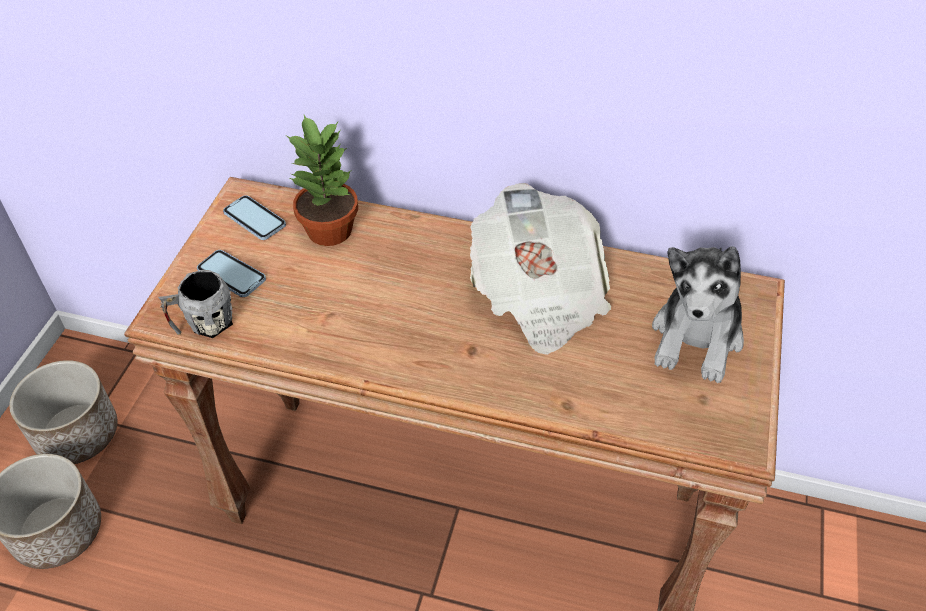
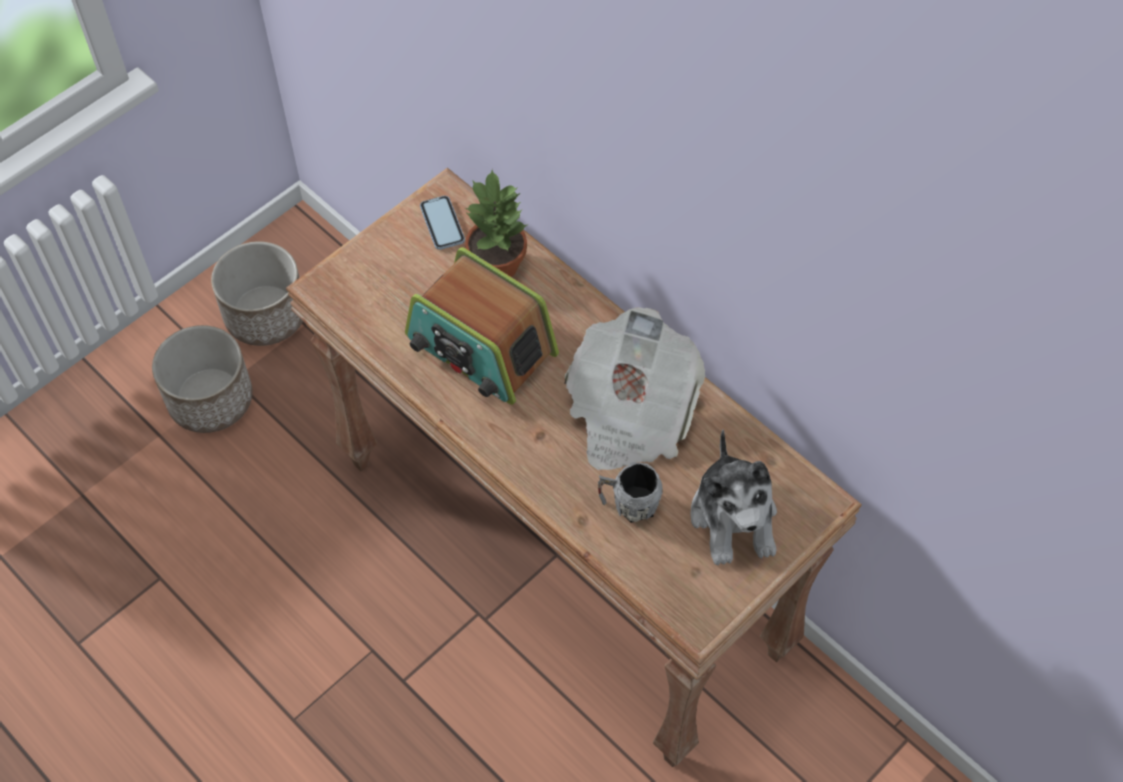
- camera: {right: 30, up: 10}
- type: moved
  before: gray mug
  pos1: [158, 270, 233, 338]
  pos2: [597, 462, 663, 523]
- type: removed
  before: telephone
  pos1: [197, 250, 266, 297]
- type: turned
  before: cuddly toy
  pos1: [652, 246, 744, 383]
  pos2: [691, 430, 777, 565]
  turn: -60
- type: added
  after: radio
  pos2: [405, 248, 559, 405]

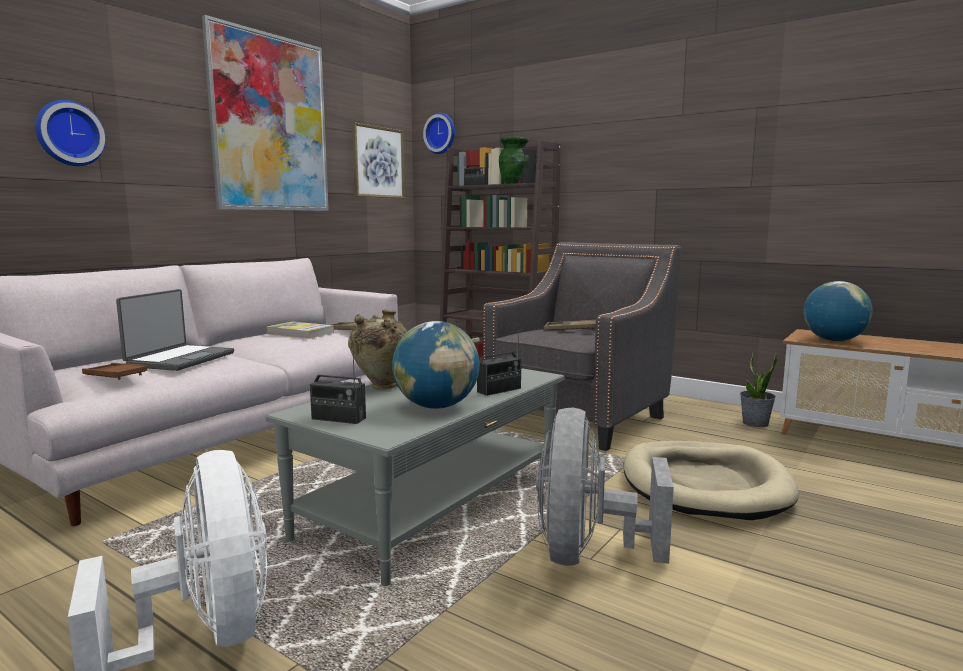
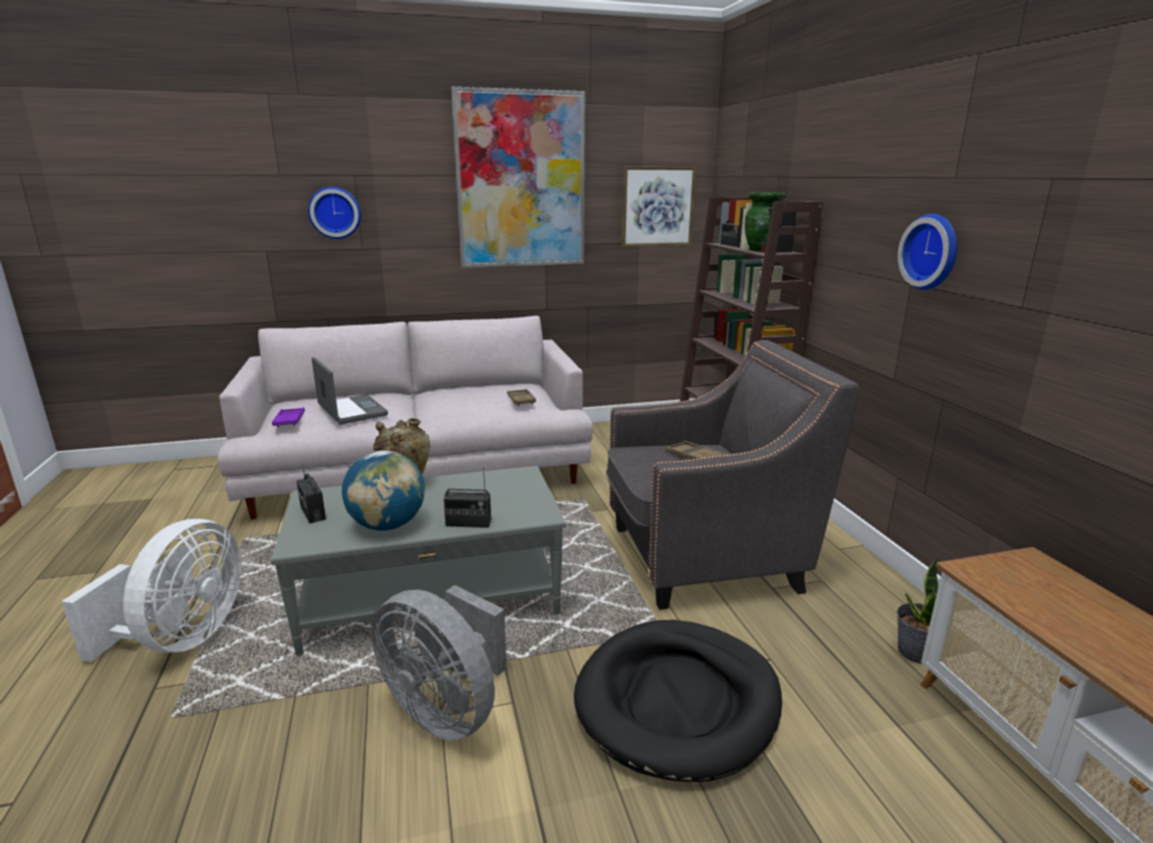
- camera: {right: 40, up: 10}
- type: recoloured
  before: brownish tray
  after: purple tray
  pos1: [82, 363, 147, 380]
  pos2: [272, 407, 305, 427]
- type: turned
  before: laptop
  pos1: [116, 289, 234, 371]
  pos2: [312, 357, 388, 425]
  turn: -90
- type: removed
  before: volume
  pos1: [267, 321, 334, 339]
- type: moved
  before: hanging clock
  pos1: [423, 113, 455, 154]
  pos2: [898, 214, 957, 290]
- type: turned
  before: gray fan
  pos1: [536, 408, 674, 566]
  pos2: [371, 585, 507, 741]
  turn: -105
- type: recoloured
  before: beige-coloured dog cushion
  after: blackish dog cushion
  pos1: [624, 441, 799, 520]
  pos2: [574, 620, 782, 782]
- type: removed
  before: desk globe
  pos1: [803, 281, 873, 341]

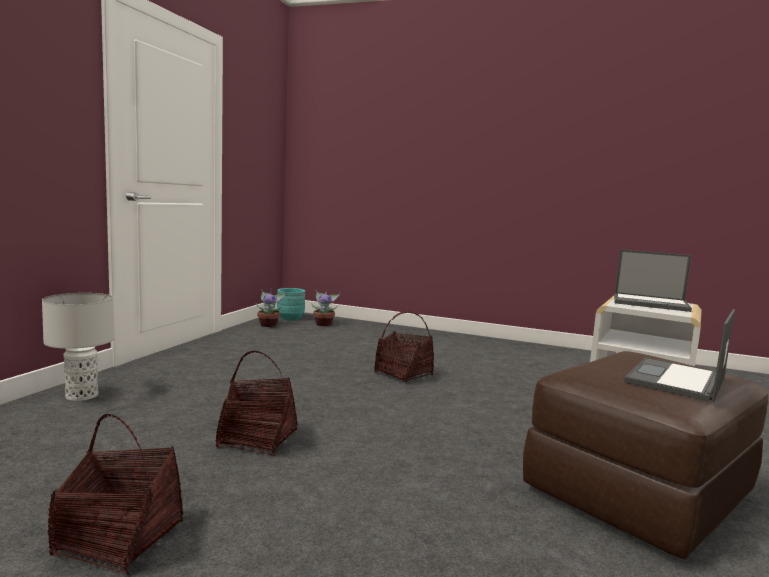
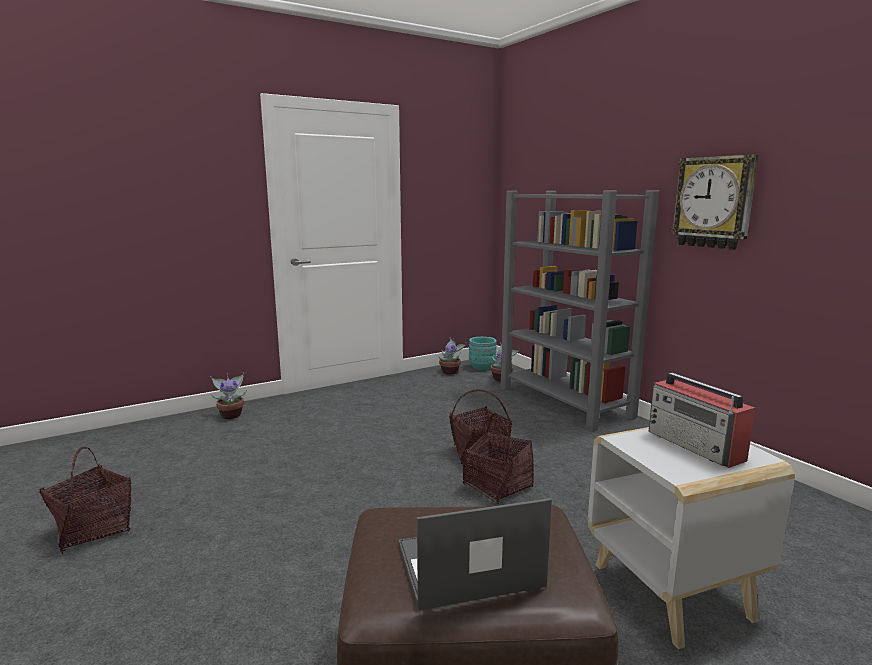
- camera: {right: 40, up: 5}
- type: replaced
  before: whitish tabletop lamp
  after: plant in a pot
  pos1: [42, 293, 115, 401]
  pos2: [210, 372, 247, 419]
- type: moved
  before: household basket
  pos1: [215, 351, 297, 456]
  pos2: [463, 413, 534, 504]
- type: replaced
  before: laptop
  after: radio
  pos1: [614, 249, 692, 312]
  pos2: [648, 373, 755, 468]
- type: added
  after: gray shelving unit
  pos2: [501, 190, 659, 432]
- type: added
  after: hanging clock
  pos2: [671, 154, 759, 250]

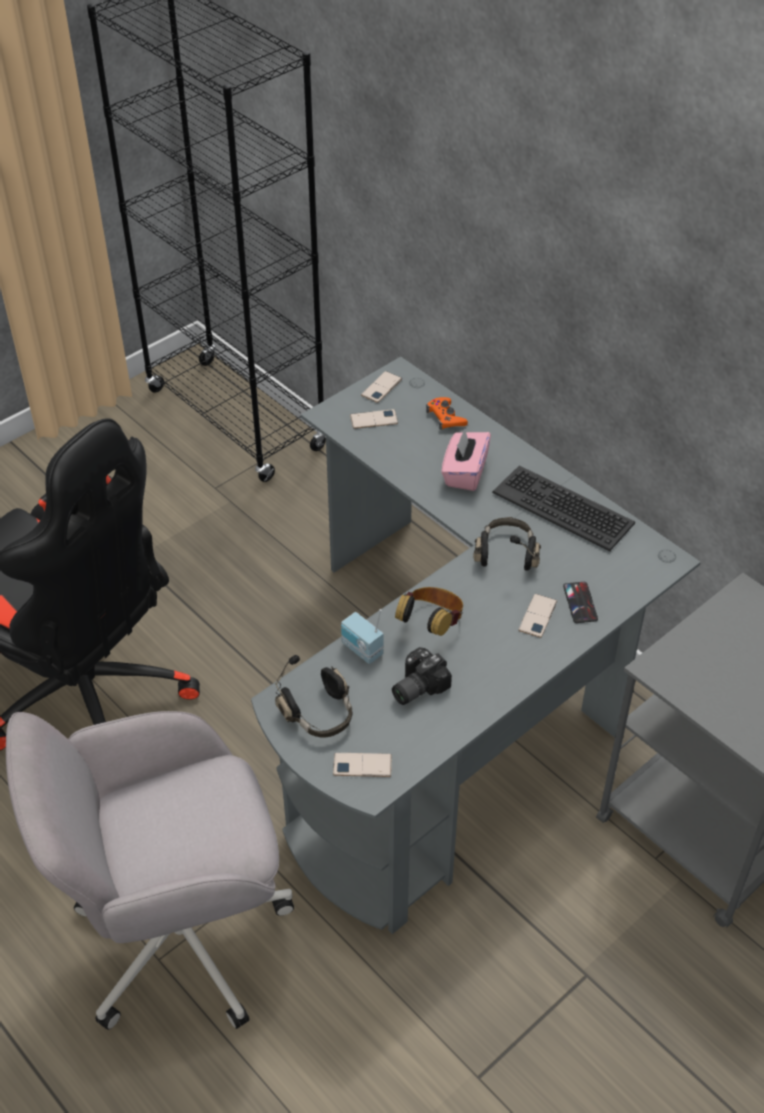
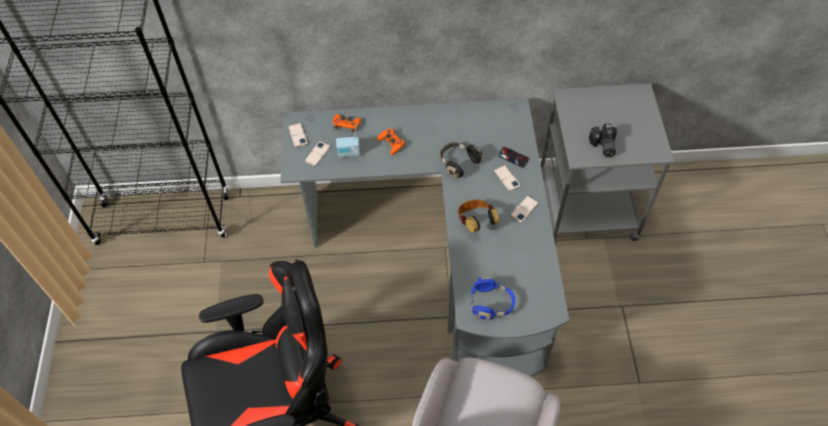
- camera: {right: -50, up: 10}
- type: recoloured
  before: blackish headphones
  after: blue headphones
  pos1: [275, 655, 352, 738]
  pos2: [471, 277, 515, 320]
- type: moved
  before: telephone
  pos1: [333, 753, 392, 777]
  pos2: [510, 196, 539, 223]
- type: moved
  before: radio
  pos1: [341, 609, 384, 664]
  pos2: [336, 124, 360, 157]
- type: moved
  before: photo camera
  pos1: [392, 647, 452, 705]
  pos2: [589, 124, 617, 157]
- type: replaced
  before: pinkish tissue holder
  after: orangey gamepad
  pos1: [441, 428, 491, 491]
  pos2: [377, 128, 405, 155]
- type: removed
  before: PC keyboard
  pos1: [492, 465, 635, 552]

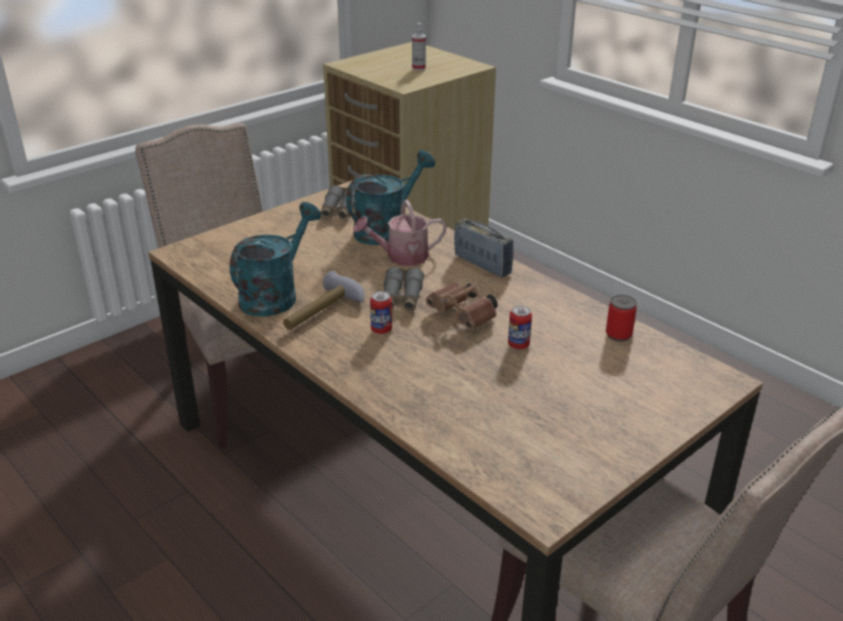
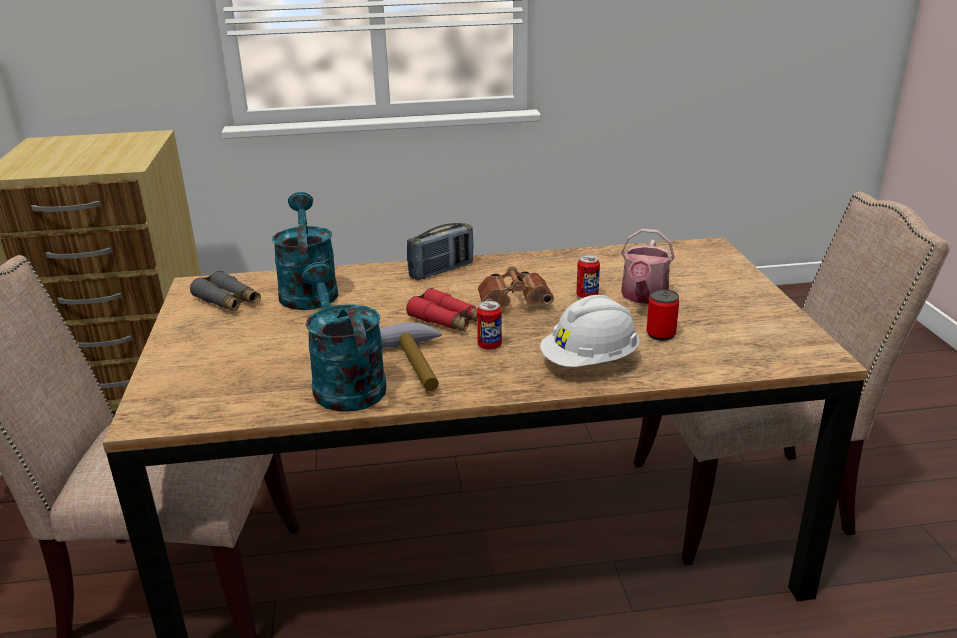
- camera: {right: -55, up: -5}
- type: moved
  before: sprinkling can
  pos1: [354, 200, 447, 266]
  pos2: [621, 229, 675, 304]
- type: recoloured
  before: gray binoculars
  after: red binoculars
  pos1: [384, 267, 424, 312]
  pos2: [406, 288, 477, 331]
- type: removed
  before: spray bottle
  pos1: [412, 23, 426, 70]
- type: turned
  before: radio
  pos1: [454, 218, 513, 278]
  pos2: [407, 223, 474, 280]
  turn: 150
- type: moved
  before: can
  pos1: [606, 295, 637, 342]
  pos2: [646, 289, 679, 341]
- type: added
  after: whitish work helmet
  pos2: [540, 295, 640, 367]

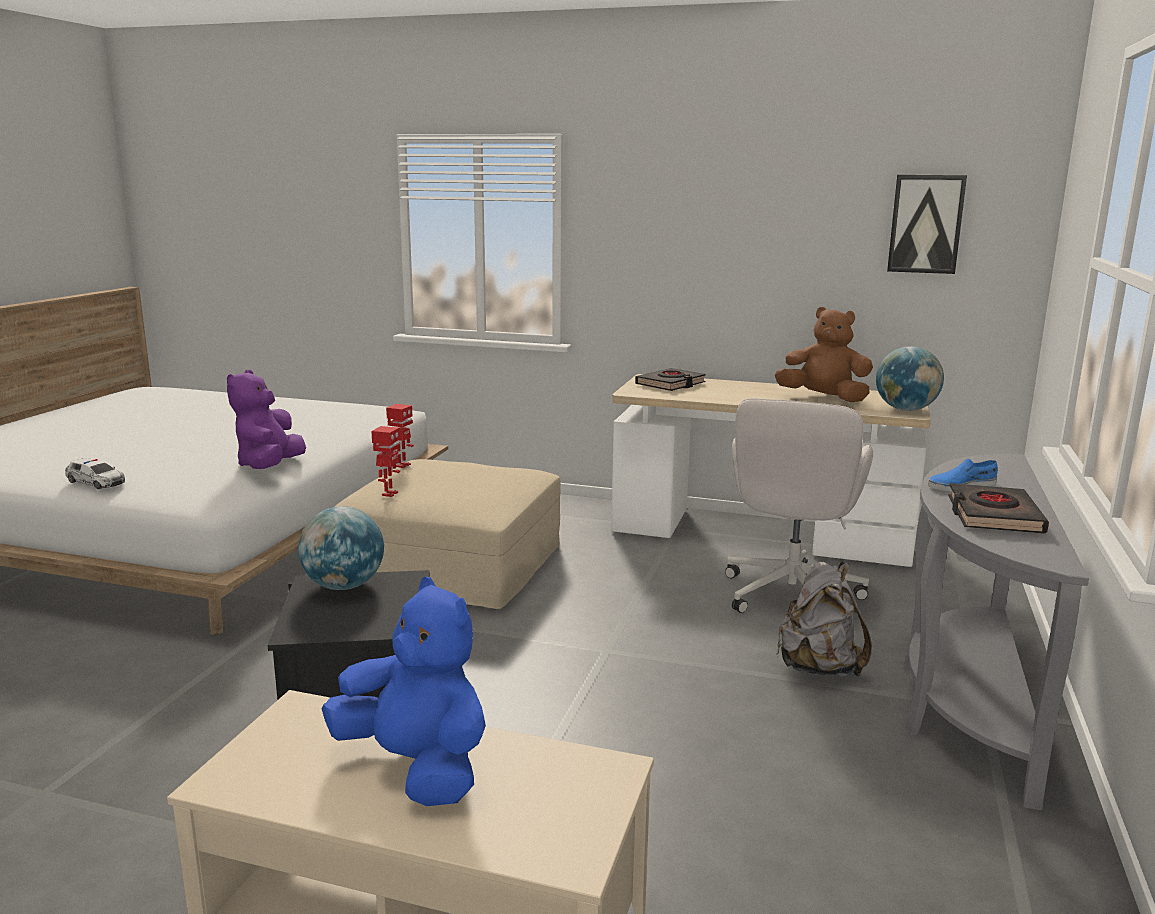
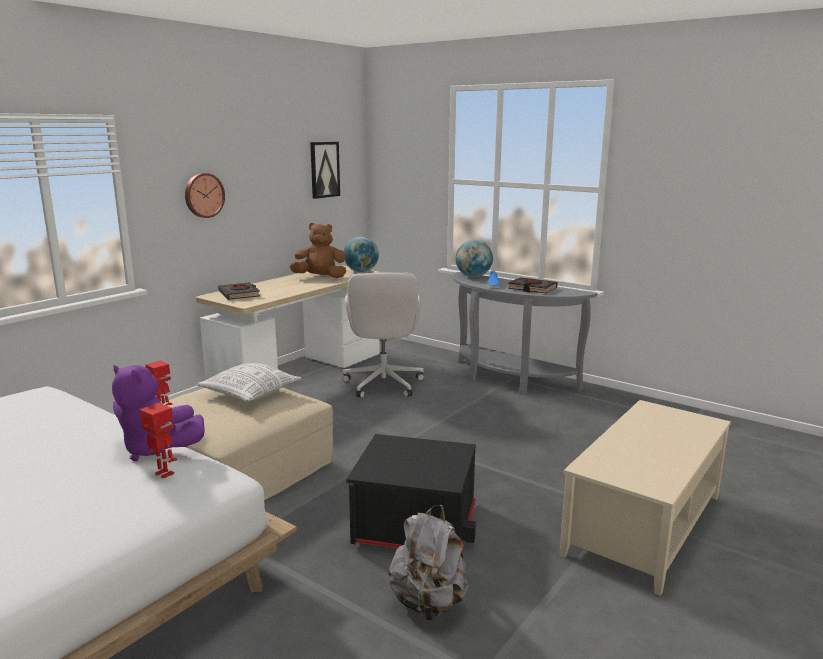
- camera: {right: -70, up: 0}
- type: removed
  before: model car
  pos1: [65, 458, 125, 489]
- type: moved
  before: desk globe
  pos1: [298, 506, 384, 590]
  pos2: [455, 240, 493, 277]
- type: removed
  before: blue cuddly toy
  pos1: [321, 577, 486, 806]
- type: moved
  before: toy robot
  pos1: [371, 426, 400, 497]
  pos2: [140, 403, 177, 478]
- type: turned
  before: whitish office chair
  pos1: [725, 398, 873, 613]
  pos2: [343, 272, 424, 398]
  turn: 45
- type: turned
  before: brownish cuddly toy
  pos1: [775, 307, 873, 402]
  pos2: [290, 223, 346, 278]
  turn: 45
- type: moved
  before: gray rucksack
  pos1: [776, 562, 872, 677]
  pos2: [388, 505, 468, 620]
- type: added
  after: hanging clock
  pos2: [185, 173, 225, 218]
- type: added
  after: pillow
  pos2: [196, 363, 301, 402]

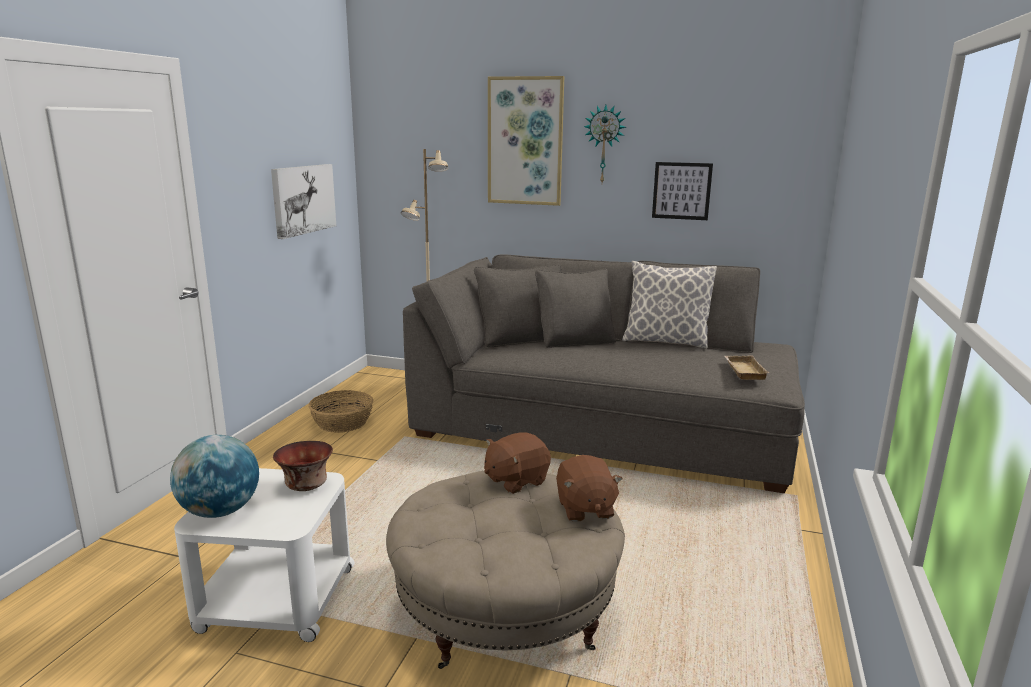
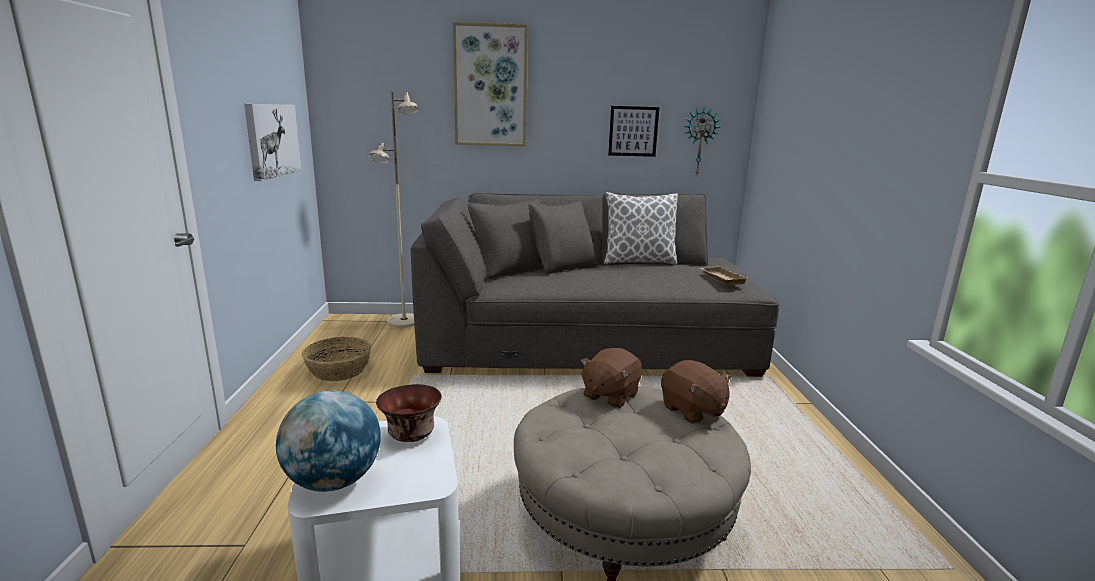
- camera: {right: -20, up: 0}
- type: moved
  before: hanging clock
  pos1: [584, 105, 626, 183]
  pos2: [684, 107, 720, 175]

